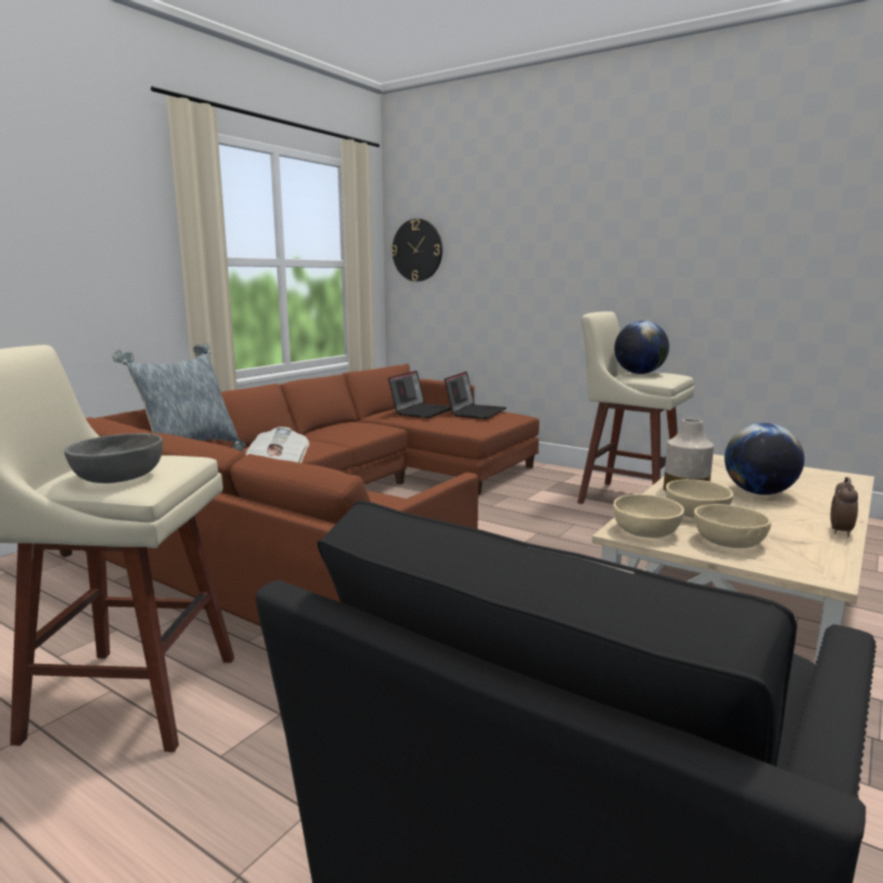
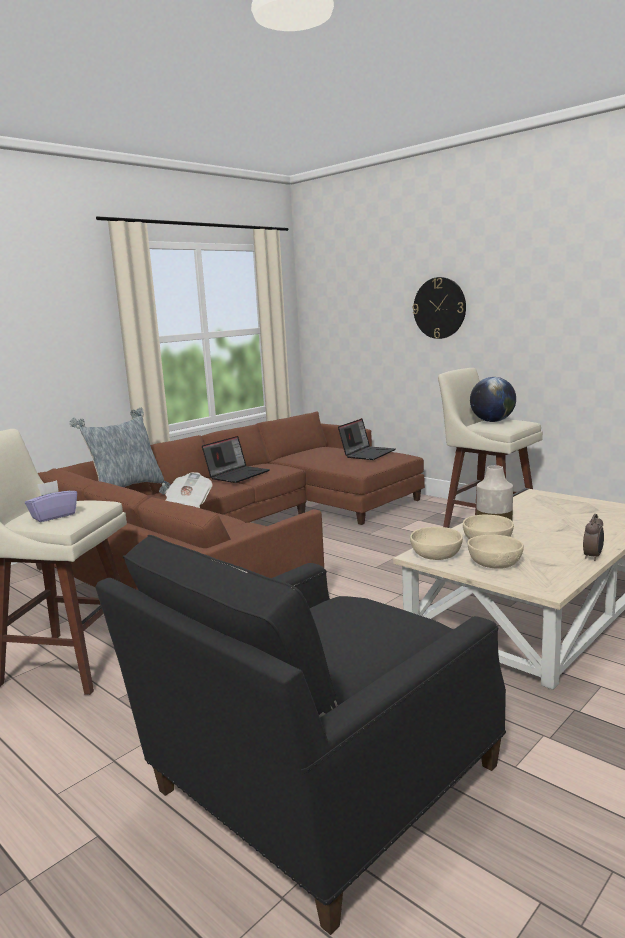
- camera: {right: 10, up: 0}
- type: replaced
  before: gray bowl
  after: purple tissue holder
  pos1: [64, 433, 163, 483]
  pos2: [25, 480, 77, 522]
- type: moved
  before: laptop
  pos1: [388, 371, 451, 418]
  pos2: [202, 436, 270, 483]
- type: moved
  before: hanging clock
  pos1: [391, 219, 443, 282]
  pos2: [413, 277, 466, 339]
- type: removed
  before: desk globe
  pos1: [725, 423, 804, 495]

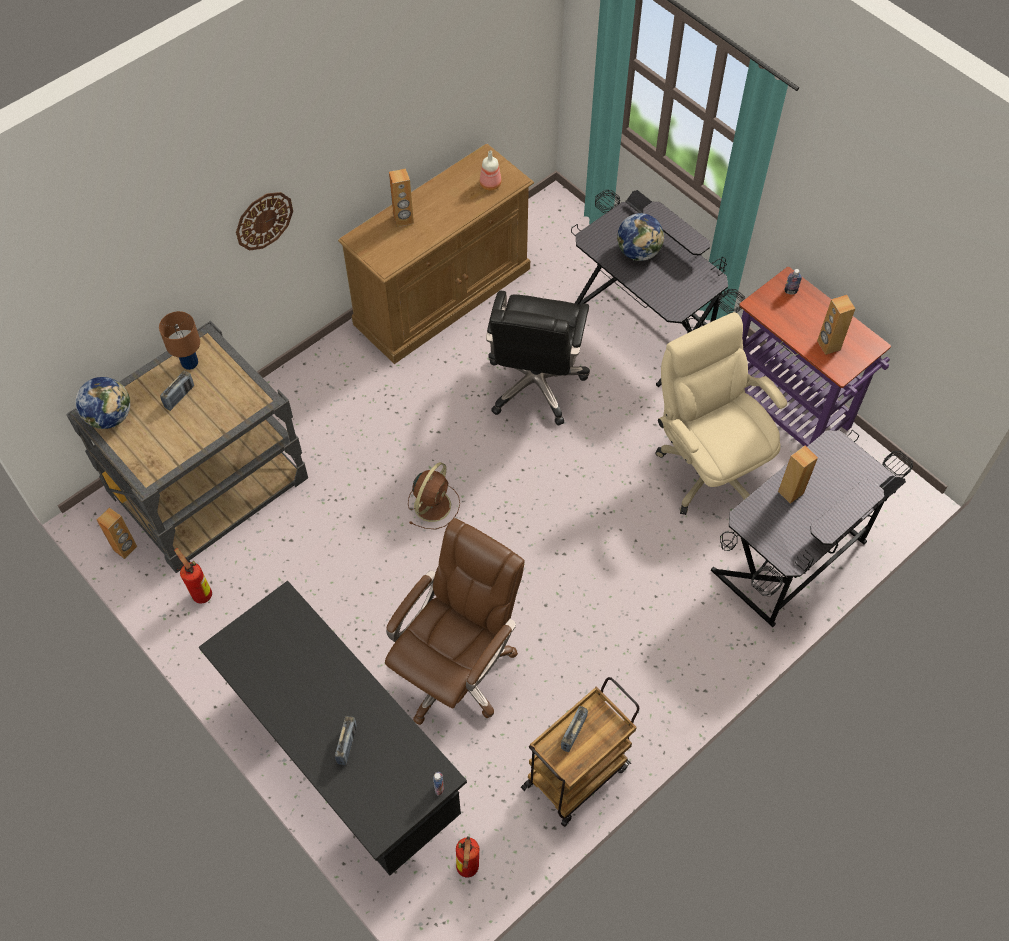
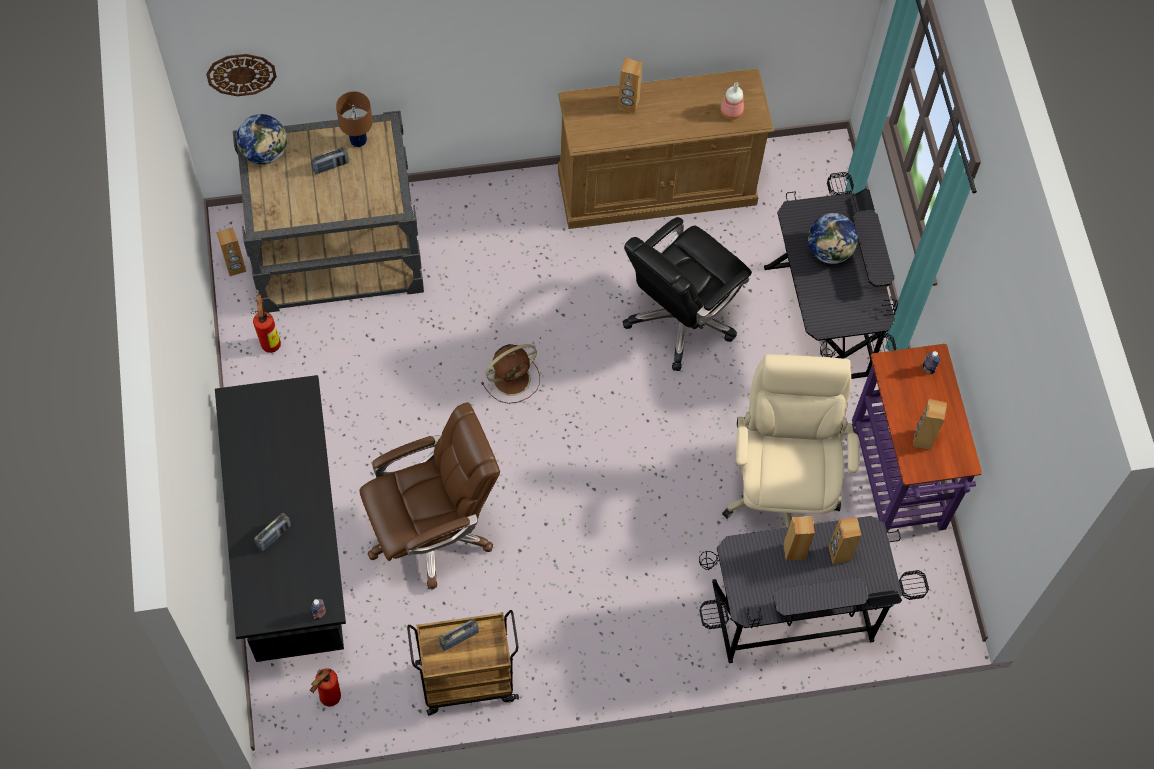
- camera: {right: 30, up: 5}
- type: moved
  before: hanging clock
  pos1: [236, 192, 293, 251]
  pos2: [206, 54, 277, 96]
- type: added
  after: brownish audio speaker
  pos2: [829, 517, 861, 564]

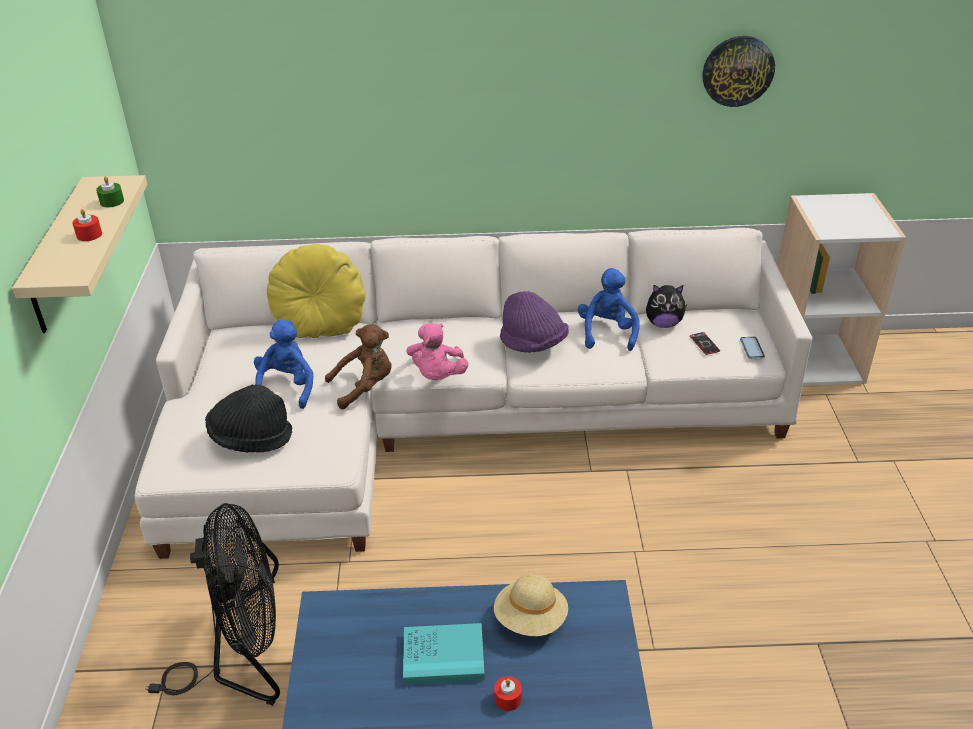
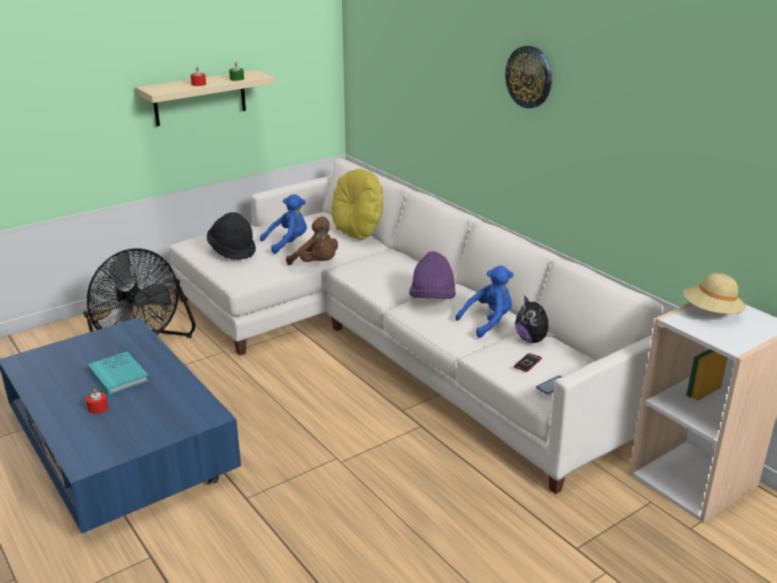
- camera: {right: 55, up: -10}
- type: removed
  before: pinkish cuddly toy
  pos1: [406, 323, 469, 380]
- type: moved
  before: beige-coloured hat
  pos1: [494, 574, 568, 636]
  pos2: [683, 273, 746, 314]
- type: moved
  before: hanging clock
  pos1: [703, 36, 775, 107]
  pos2: [505, 46, 552, 108]

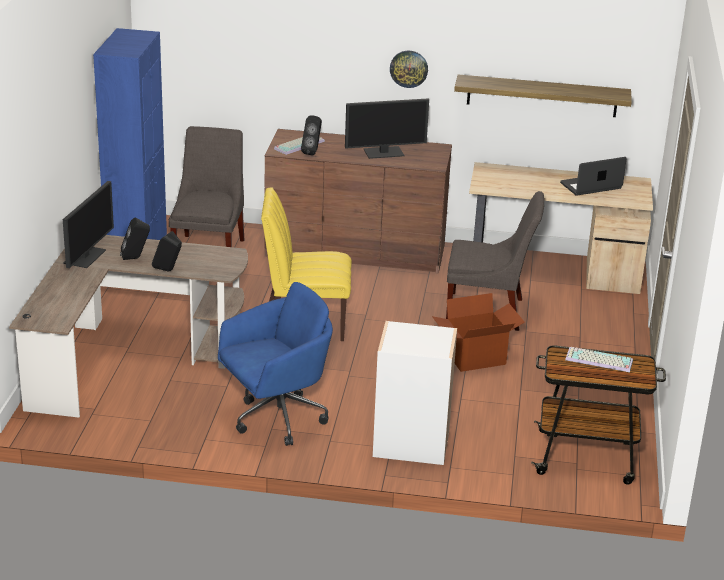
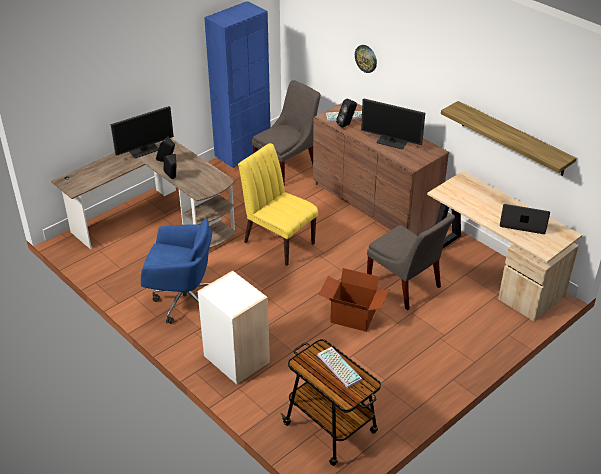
- camera: {right: 40, up: 10}
- type: moved
  before: hanging clock
  pos1: [390, 51, 428, 88]
  pos2: [355, 45, 377, 73]

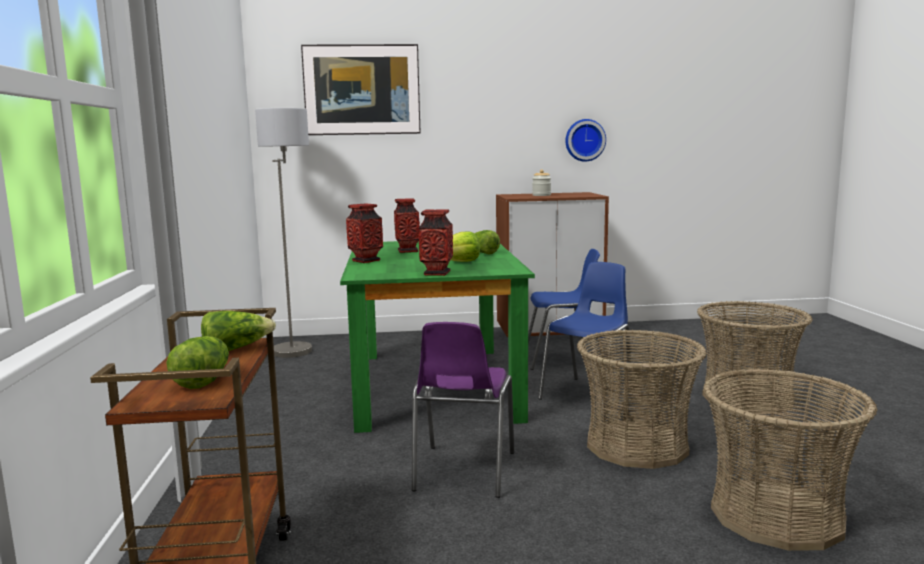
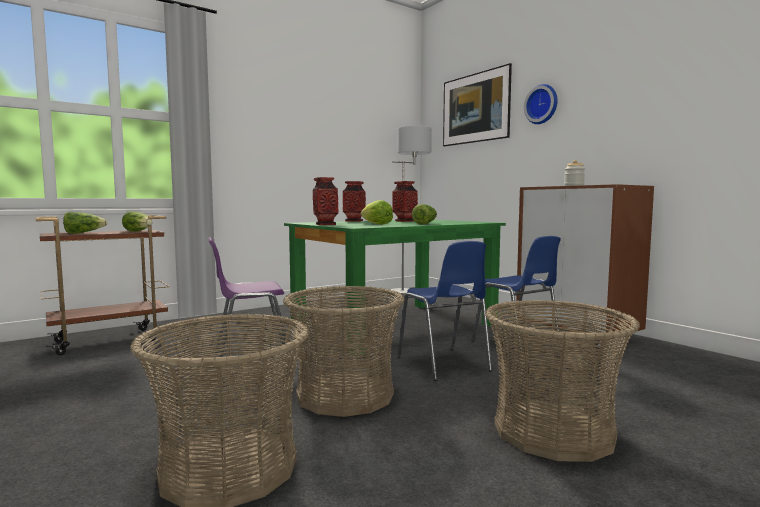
- camera: {right: 60, up: -5}
- type: turned
  before: blue plain chair
  pos1: [538, 262, 631, 412]
  pos2: [397, 241, 492, 381]
  turn: 60
- type: moved
  before: hanging clock
  pos1: [565, 119, 606, 162]
  pos2: [524, 84, 558, 124]

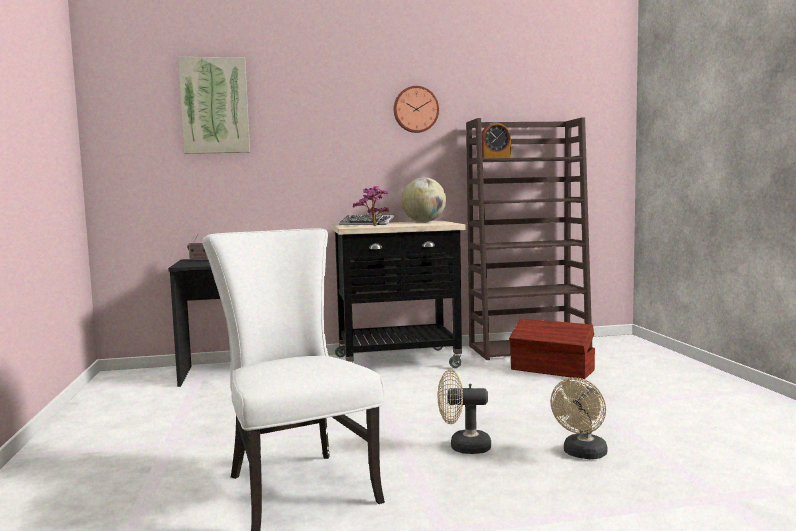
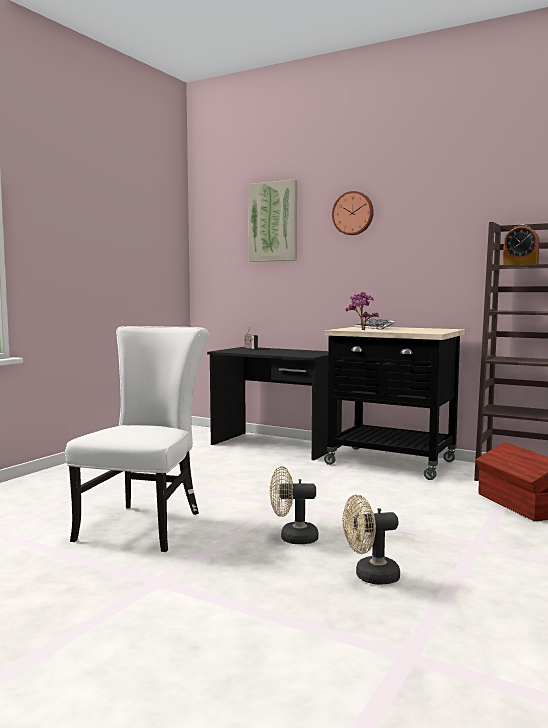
- camera: {right: 40, up: 0}
- type: moved
  before: hanging clock
  pos1: [394, 86, 439, 133]
  pos2: [332, 191, 374, 235]
- type: removed
  before: desk globe
  pos1: [401, 177, 446, 222]
- type: turned
  before: beige-coloured fan
  pos1: [437, 370, 491, 454]
  pos2: [270, 466, 318, 544]
  turn: -45

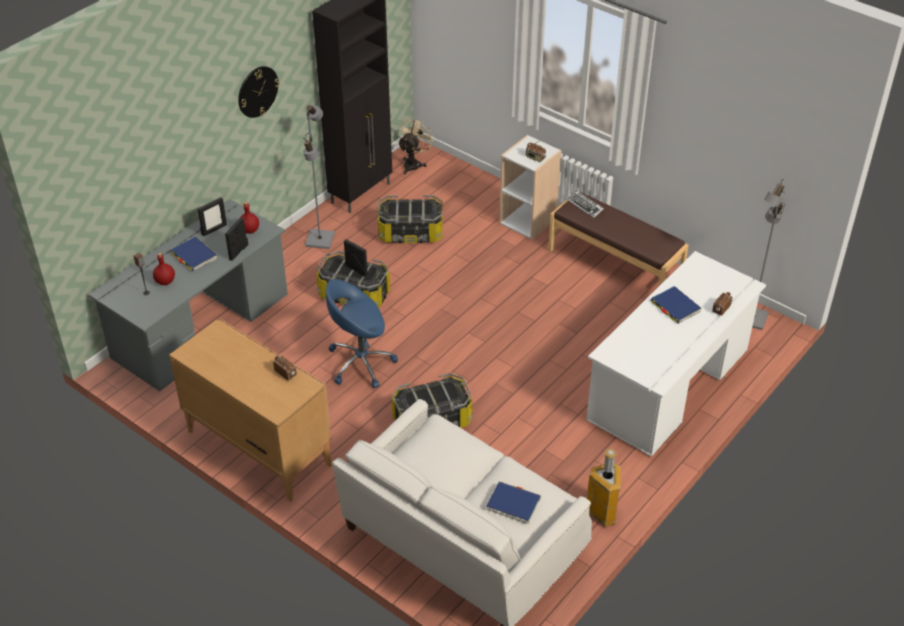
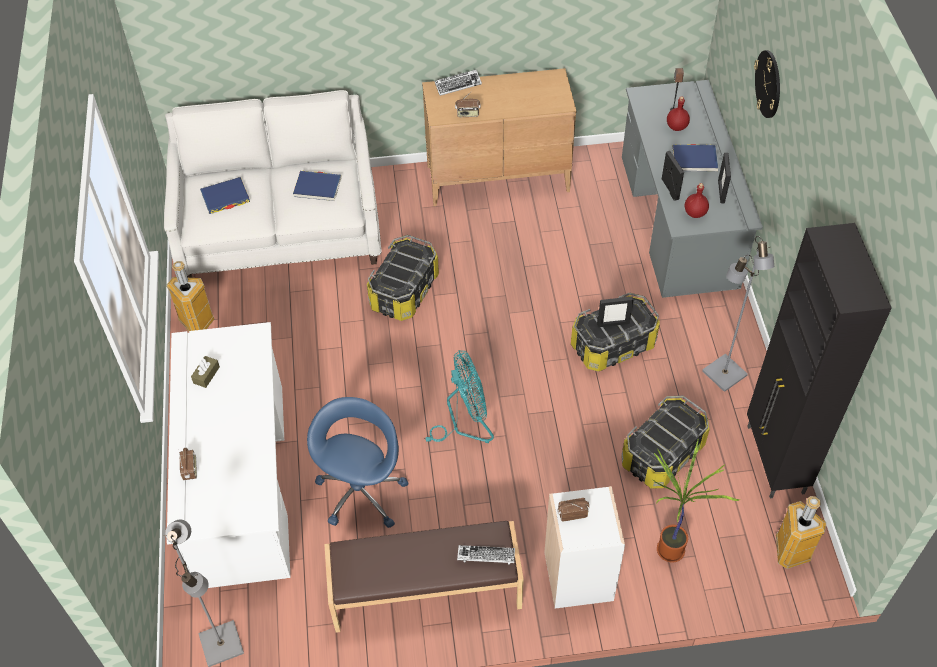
- camera: {right: 135, up: 10}
- type: moved
  before: hanging clock
  pos1: [238, 66, 279, 118]
  pos2: [754, 50, 780, 118]
- type: moved
  before: blue office chair
  pos1: [326, 279, 398, 388]
  pos2: [307, 397, 408, 528]
- type: replaced
  before: beige-coloured fan
  after: trash can
  pos1: [398, 116, 435, 175]
  pos2: [776, 496, 826, 569]
- type: moved
  before: blue volume
  pos1: [651, 286, 701, 324]
  pos2: [293, 171, 341, 201]
- type: added
  after: brownish tissue holder
  pos2: [191, 356, 220, 388]
- type: added
  after: turquoise-coloured fan
  pos2: [424, 350, 494, 444]
- type: added
  after: PC keyboard
  pos2: [434, 70, 482, 96]
- type: added
  after: plant in a pot
  pos2: [652, 438, 740, 563]

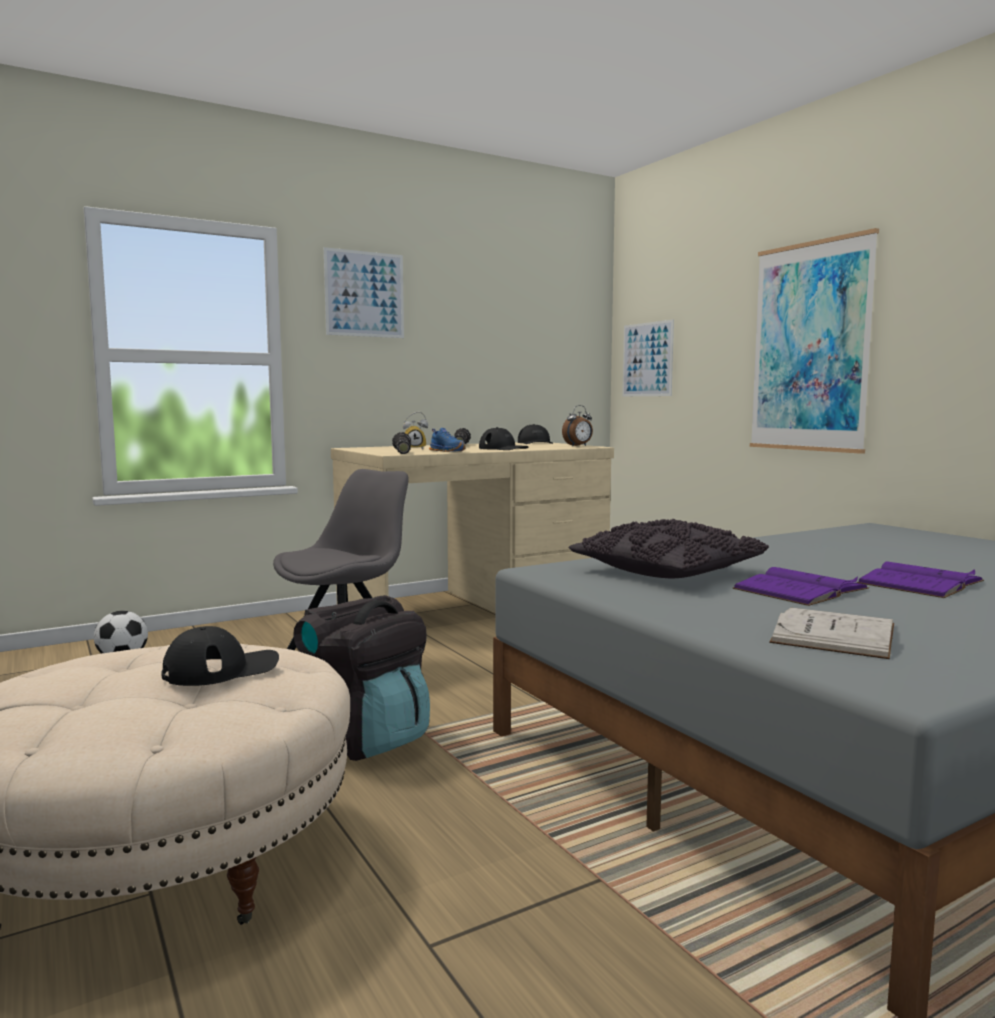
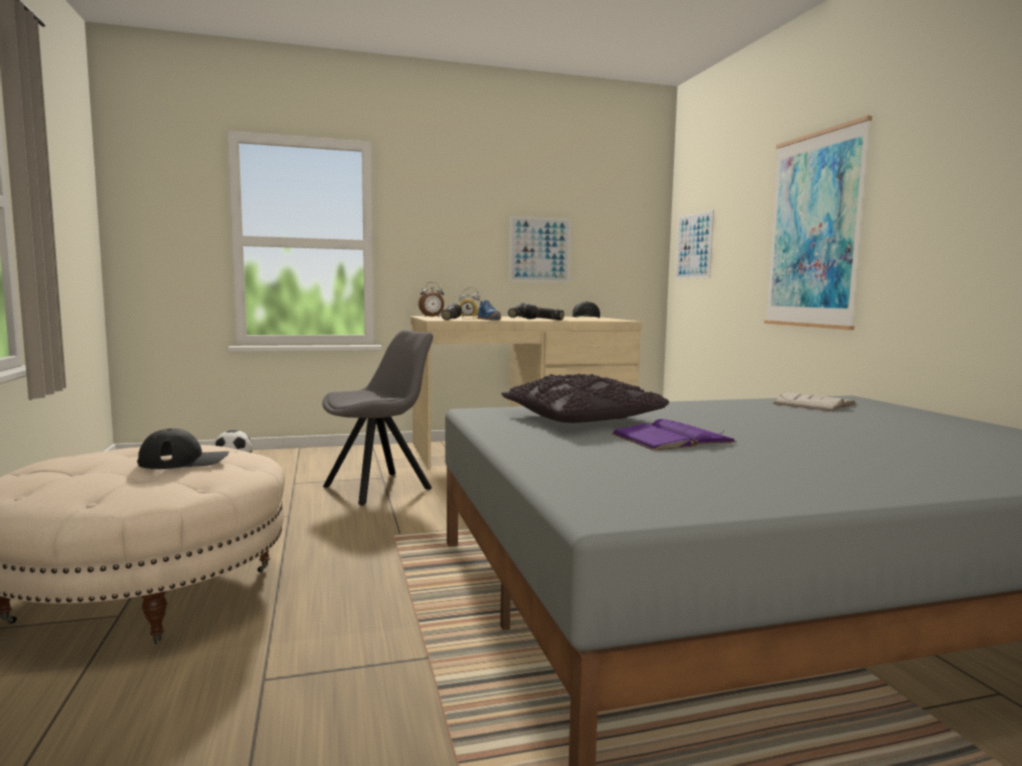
- camera: {right: 15, up: 0}
- type: removed
  before: blackish rucksack
  pos1: [293, 595, 430, 761]
- type: moved
  before: wall picture
  pos1: [324, 247, 404, 338]
  pos2: [509, 216, 571, 283]
- type: replaced
  before: blackish cap
  after: hand torch
  pos1: [479, 427, 529, 450]
  pos2: [521, 304, 564, 320]
- type: moved
  before: table clock
  pos1: [562, 405, 593, 446]
  pos2: [418, 282, 444, 317]
- type: moved
  before: whitish volume
  pos1: [769, 608, 894, 659]
  pos2: [773, 392, 856, 411]
- type: removed
  before: purple volume
  pos1: [857, 562, 984, 598]

